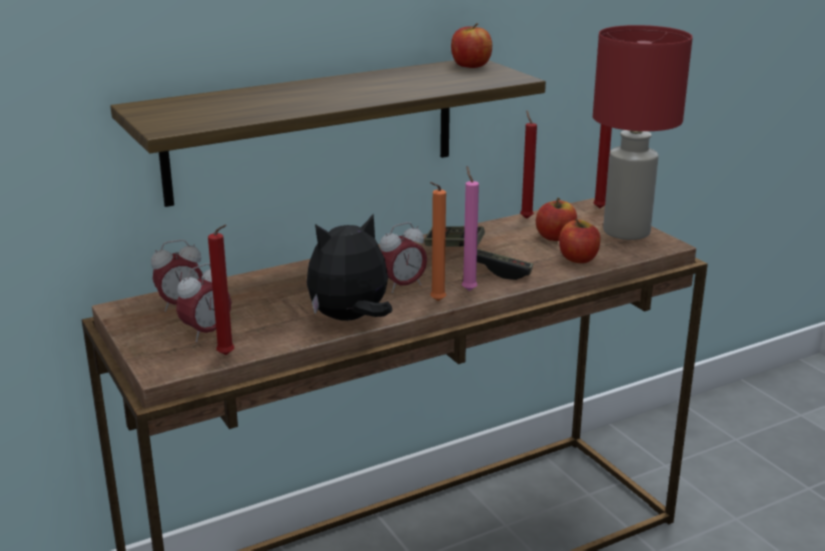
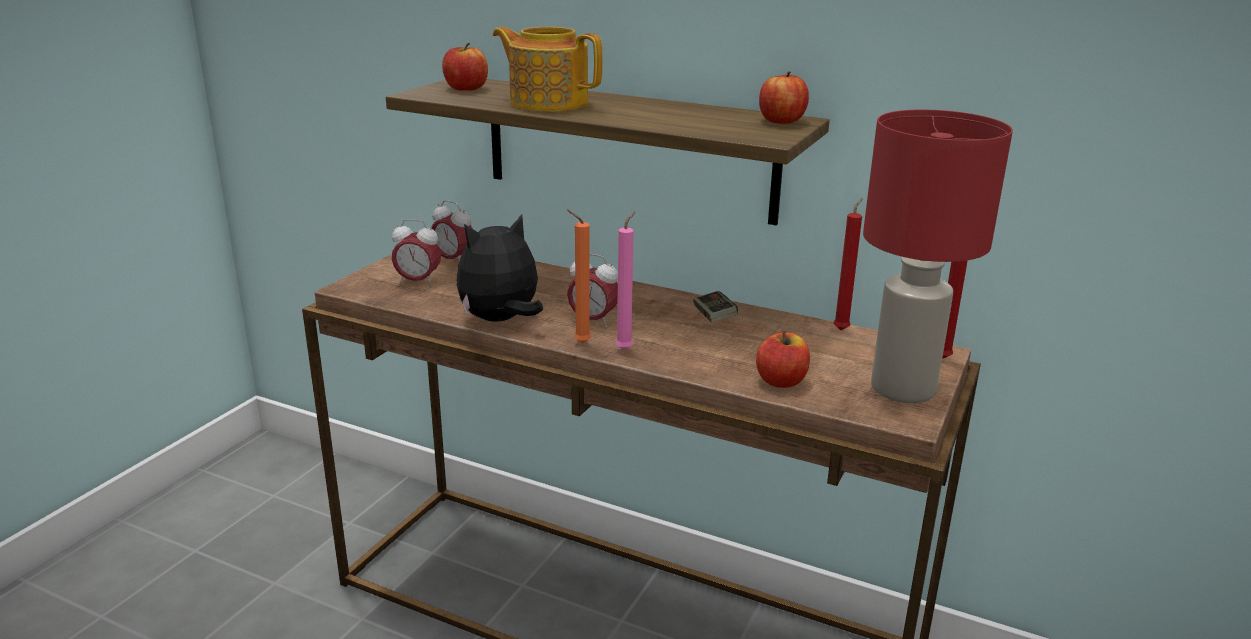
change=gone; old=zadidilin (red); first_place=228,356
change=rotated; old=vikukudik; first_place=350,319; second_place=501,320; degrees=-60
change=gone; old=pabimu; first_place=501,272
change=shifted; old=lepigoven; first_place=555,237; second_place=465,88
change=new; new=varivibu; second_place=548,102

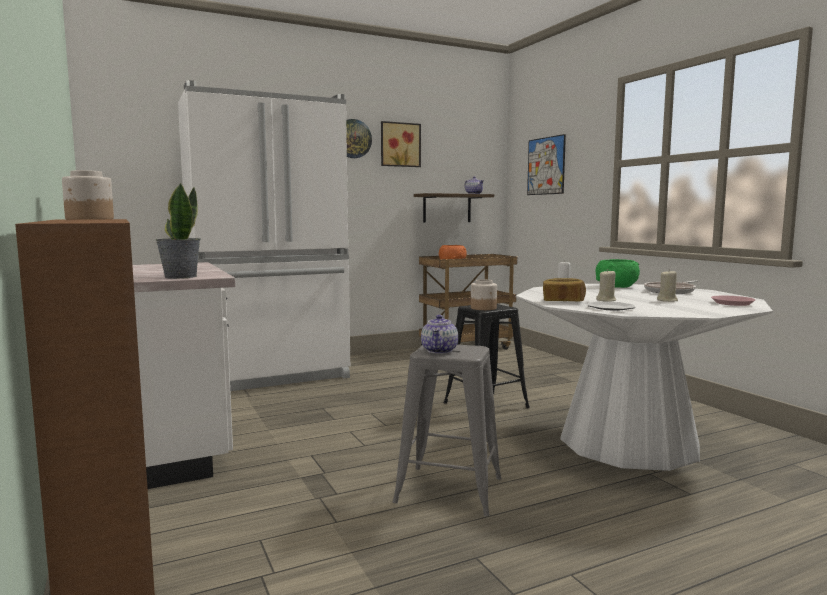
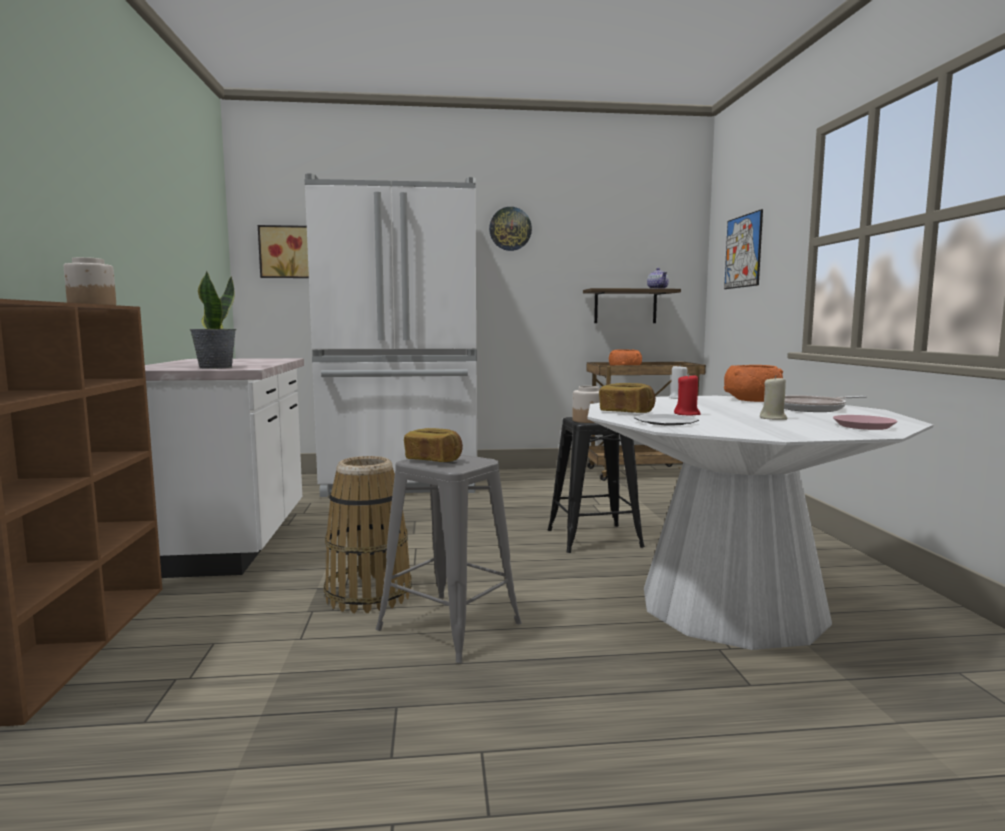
change=shifted; old=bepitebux; first_place=399,145; second_place=286,252
change=swapped; old=varivibu; new=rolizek; first_place=440,350; second_place=433,460
change=repainted; old=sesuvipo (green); new=sesuvipo (orange); first_place=616,286; second_place=752,400
change=repainted; old=zadidilin (beige); new=zadidilin (red); first_place=606,300; second_place=687,414
change=new; new=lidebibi; second_place=368,594

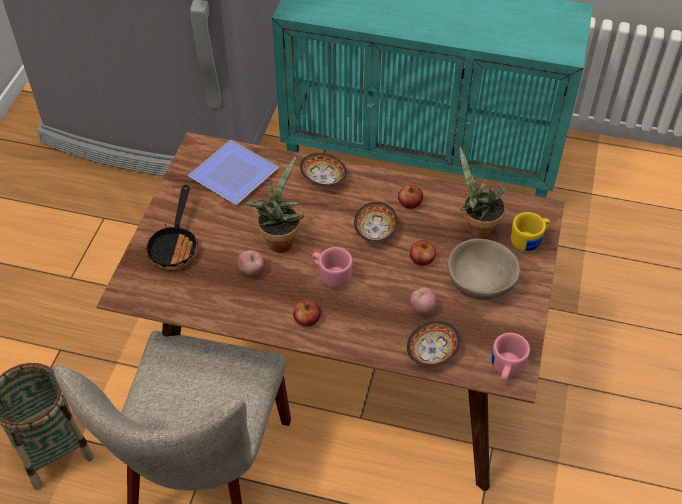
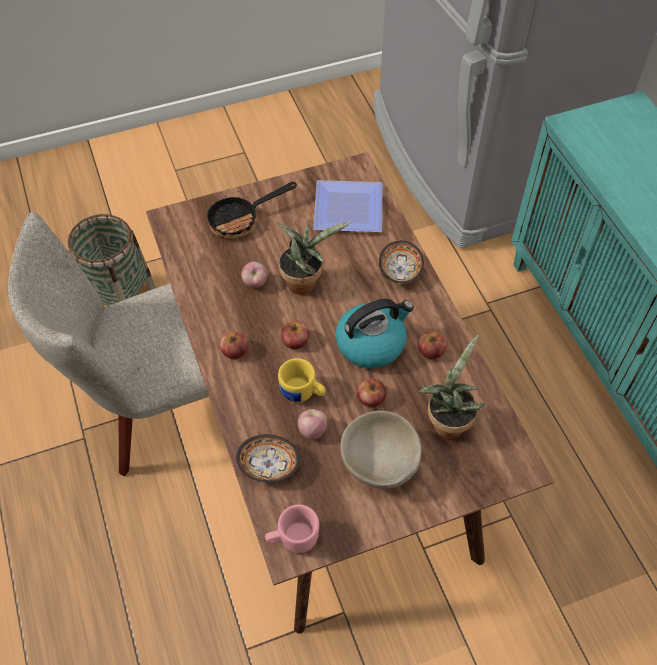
change=swapped; old=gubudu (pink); new=lepigoven; first_place=331,275; second_place=295,340
change=swapped; old=sesuvipo; new=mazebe; first_place=374,232; second_place=371,343
change=shifted; old=gubudu (yellow); first_place=529,241; second_place=302,393

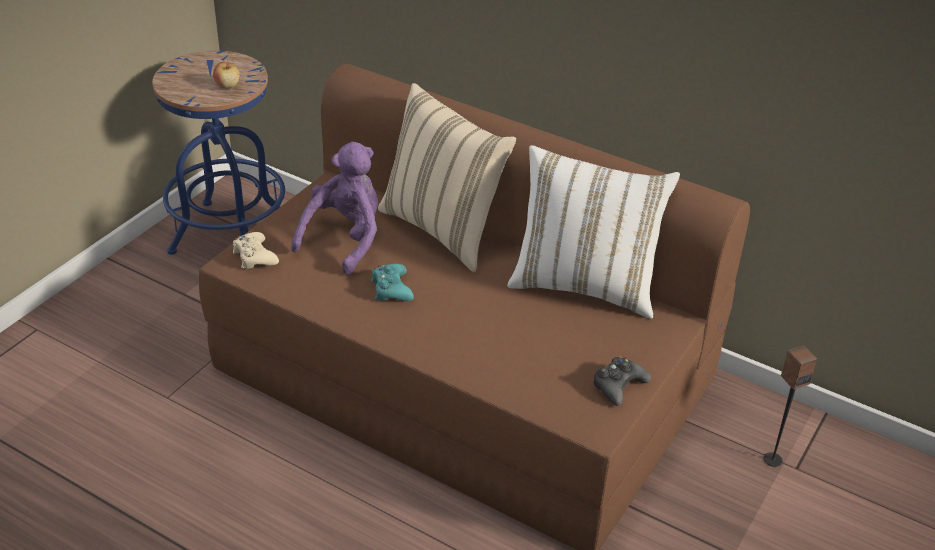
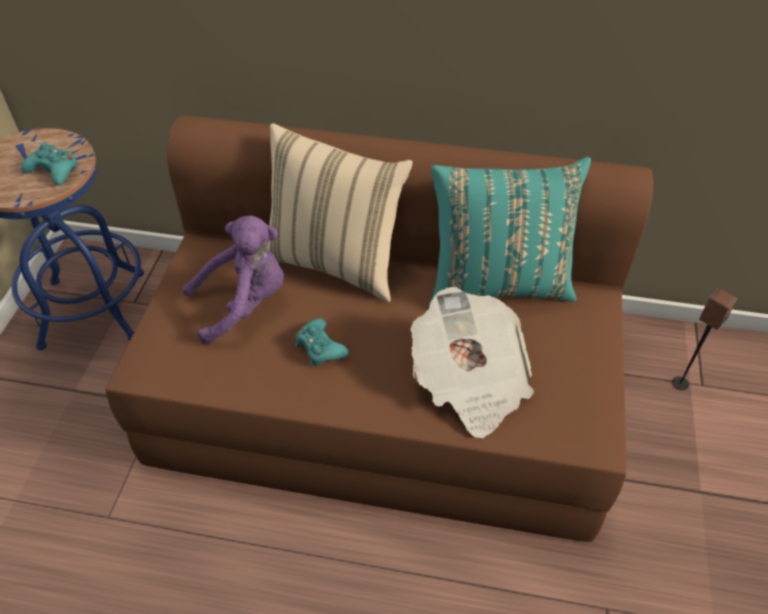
change=swapped; old=lepigoven; new=pabimu (turquoise); first_place=228,85; second_place=54,170
change=gone; old=pabimu (beige); first_place=254,257
change=rotated; old=vikukudik (purple); first_place=345,239; second_place=244,304; degrees=60
change=repainted; old=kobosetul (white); new=kobosetul (turquoise); first_place=585,286; second_place=497,284
change=gone; old=pabimu (black); first_place=618,385
change=new; new=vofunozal; second_place=469,382

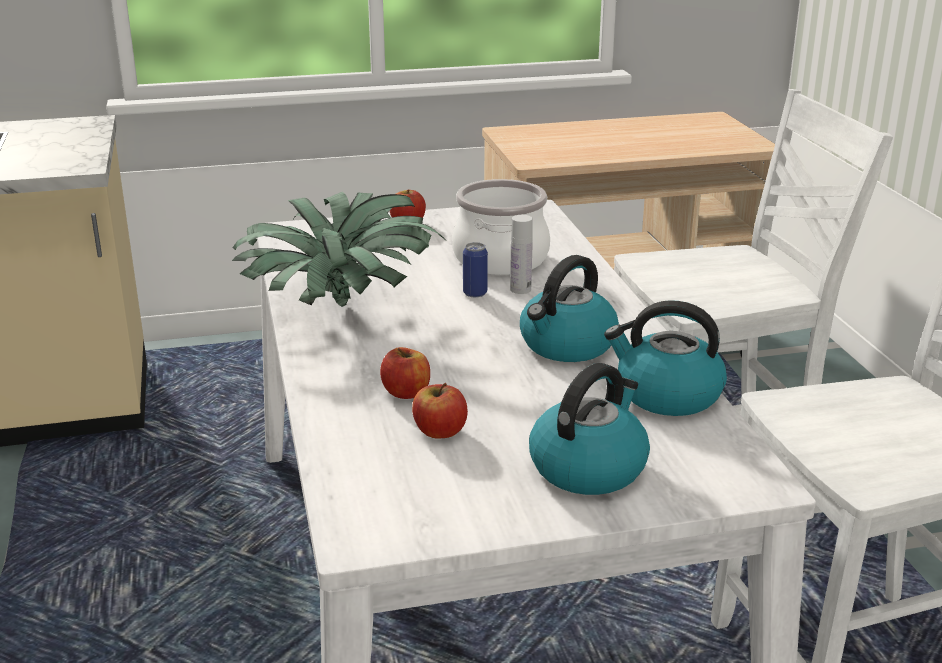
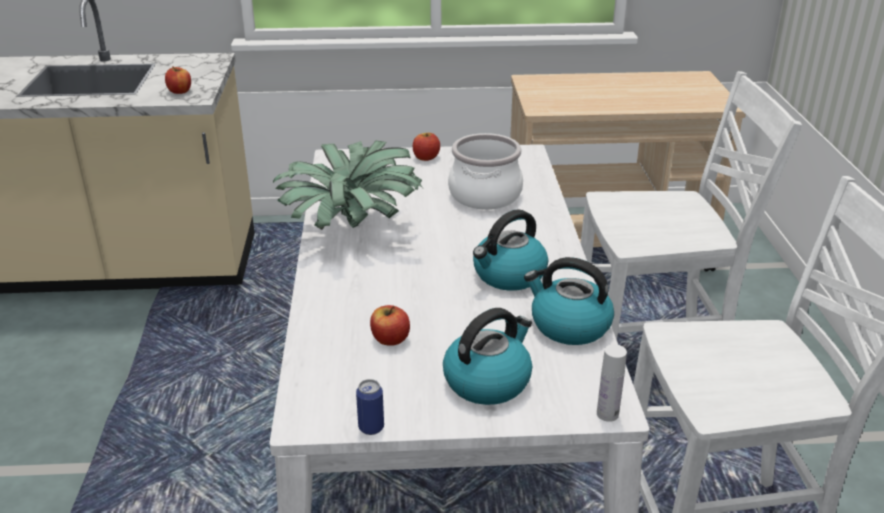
change=shifted; old=lepigoven; first_place=406,393; second_place=180,91
change=shifted; old=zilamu; first_place=475,293; second_place=371,427
change=shifted; old=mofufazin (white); first_place=520,289; second_place=607,414

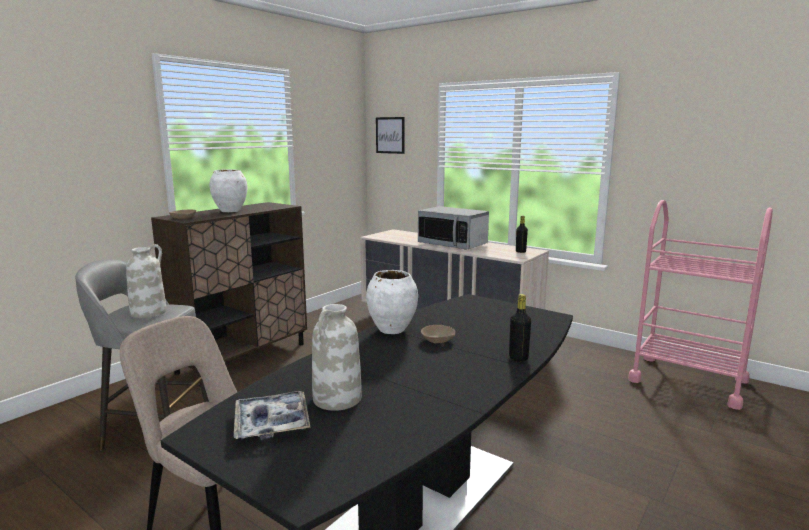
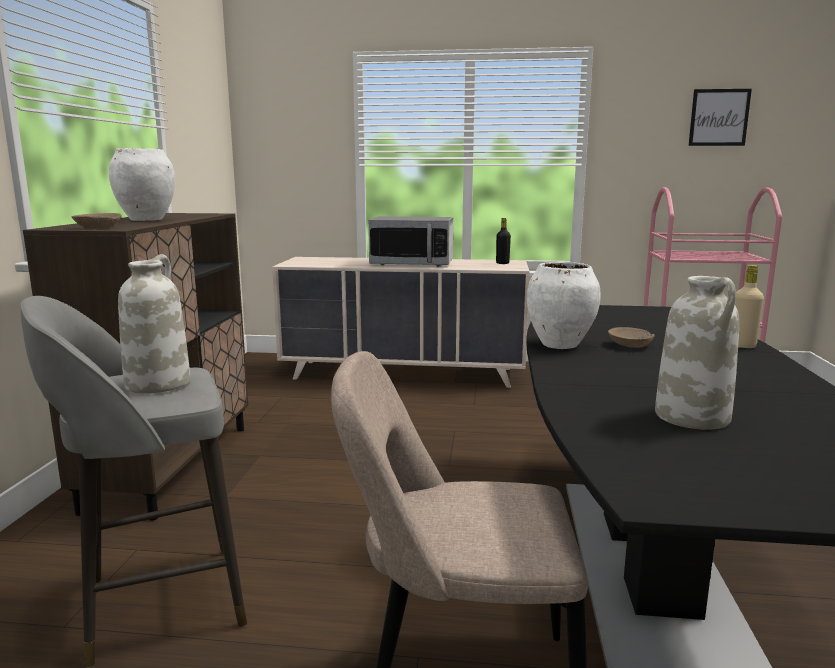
change=gone; old=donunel; first_place=272,423
change=shifted; old=bepitebux; first_place=390,135; second_place=719,117
change=repainted; old=mofufazin (black); new=mofufazin (beige); first_place=518,358; second_place=742,346

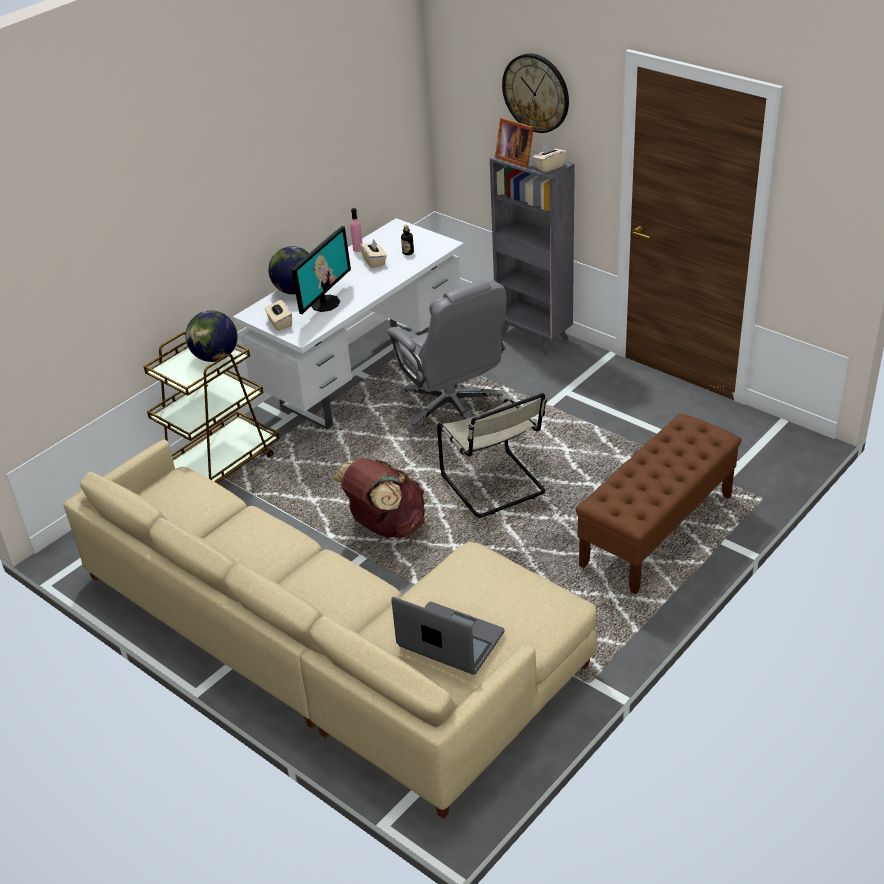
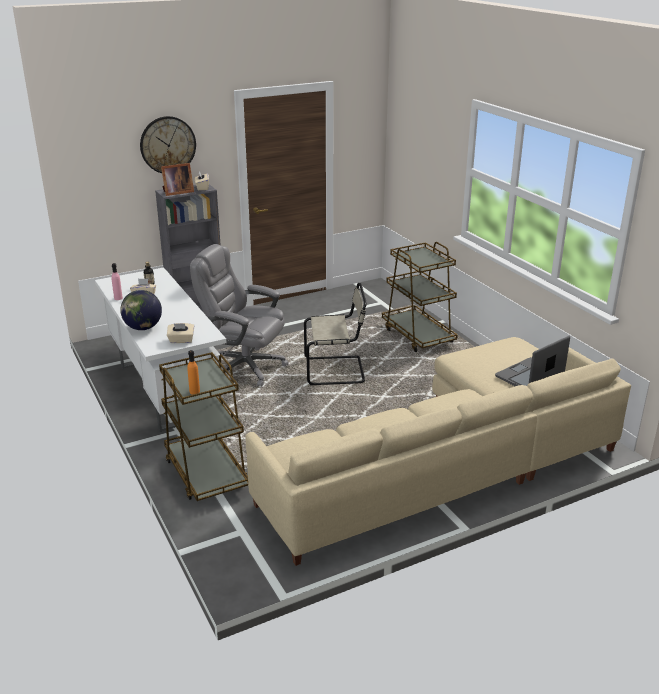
change=gone; old=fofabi; first_place=215,357
change=gone; old=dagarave; first_place=324,303
change=gone; old=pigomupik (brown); first_place=385,526
change=rotated; old=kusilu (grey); first_place=452,410; second_place=244,367; degrees=-150
change=swapped; old=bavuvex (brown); new=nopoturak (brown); first_place=656,531; second_place=418,336
change=new; new=mofufazin (orange); second_place=194,392

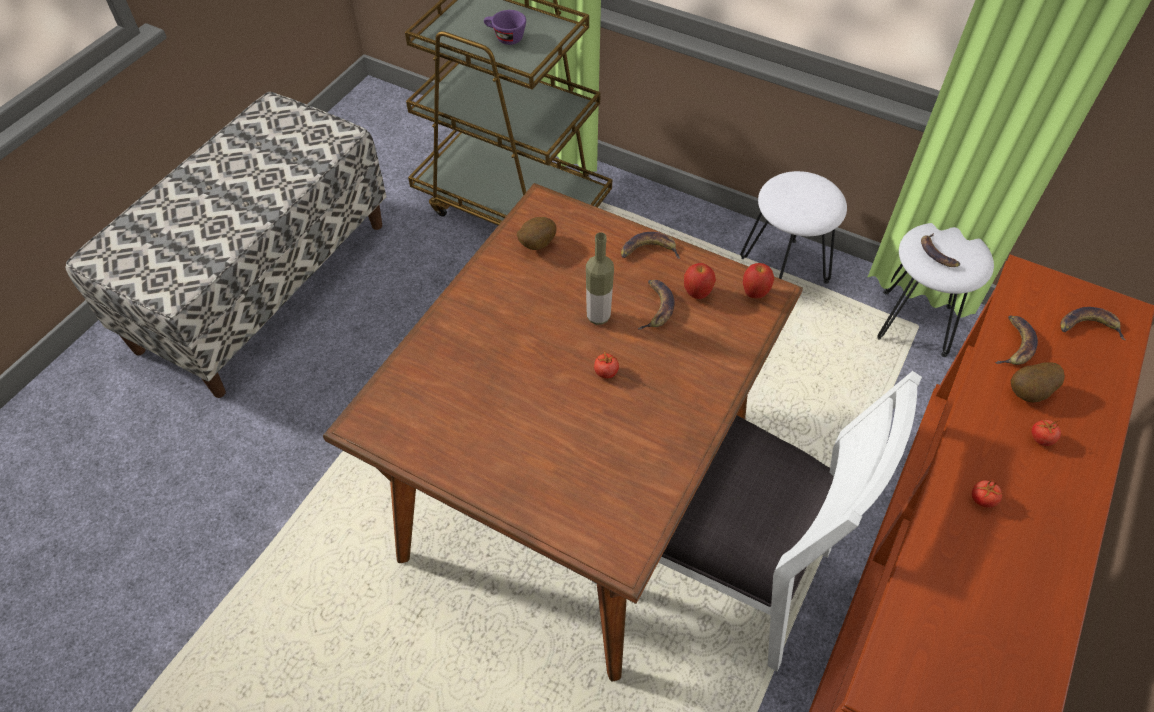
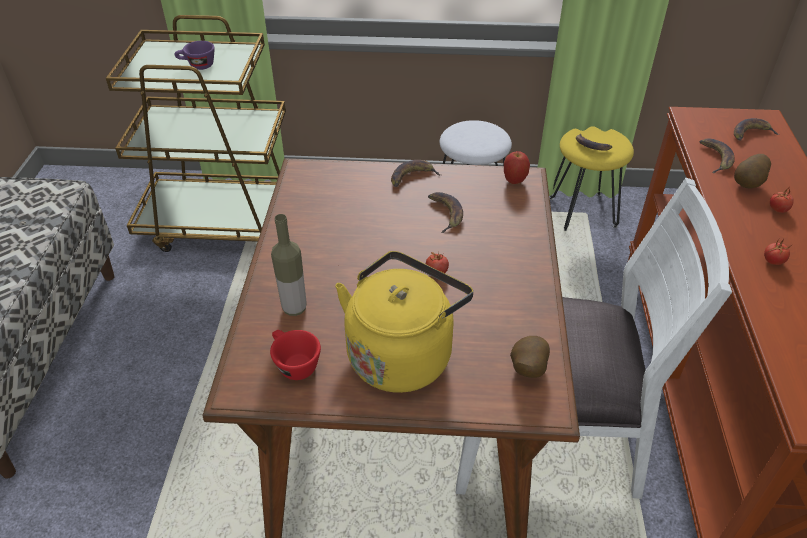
change=shifted; old=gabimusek; first_place=536,244; second_place=526,370
change=shifted; old=mofufazin; first_place=598,316; second_place=294,308
change=gone; old=lepigoven; first_place=697,294
change=repainted; old=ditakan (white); new=ditakan (yellow); first_place=915,322; second_place=583,212
change=new; new=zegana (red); second_place=293,364
change=new; new=mazebe (yellow); second_place=402,353

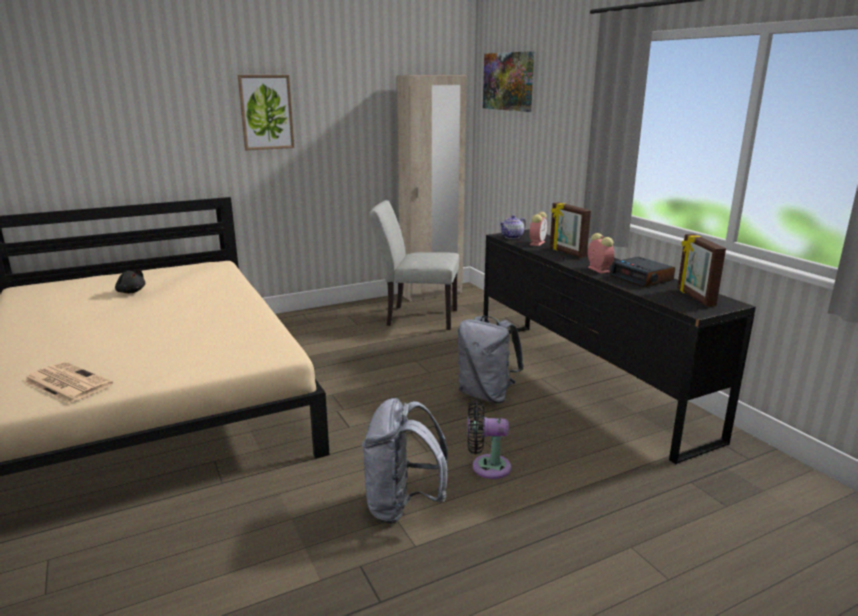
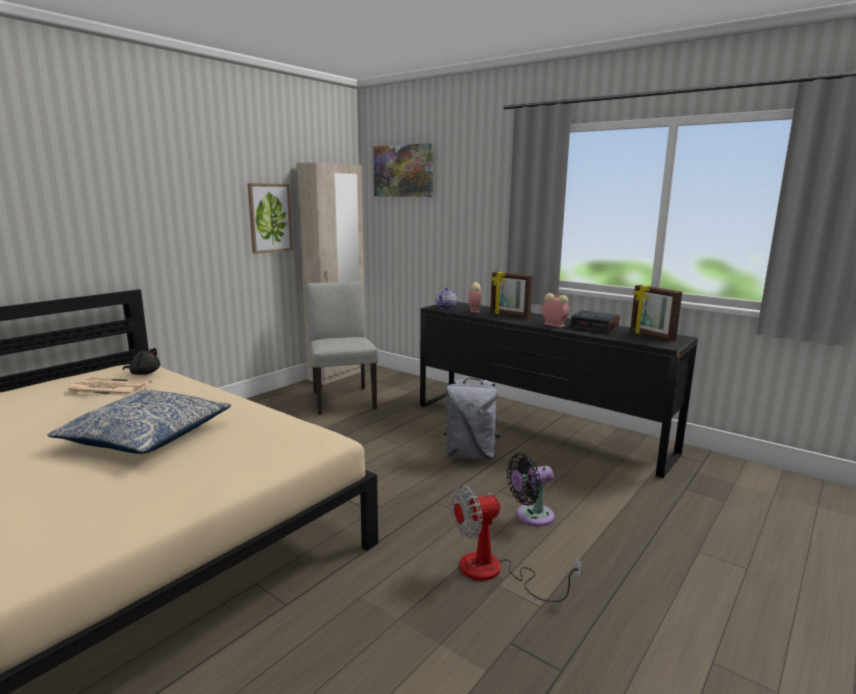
change=shifted; old=vofunozal; first_place=66,383; second_place=108,388
change=shifted; old=vikukudik (black); first_place=131,292; second_place=144,373
change=shifted; old=bepitebux; first_place=266,112; second_place=269,218
change=swapped; old=pigomupik (grey); new=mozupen; first_place=403,506; second_place=494,572
change=rotated; old=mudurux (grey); first_place=416,317; second_place=342,398; degrees=90
change=new; new=kobosetul; second_place=146,437

